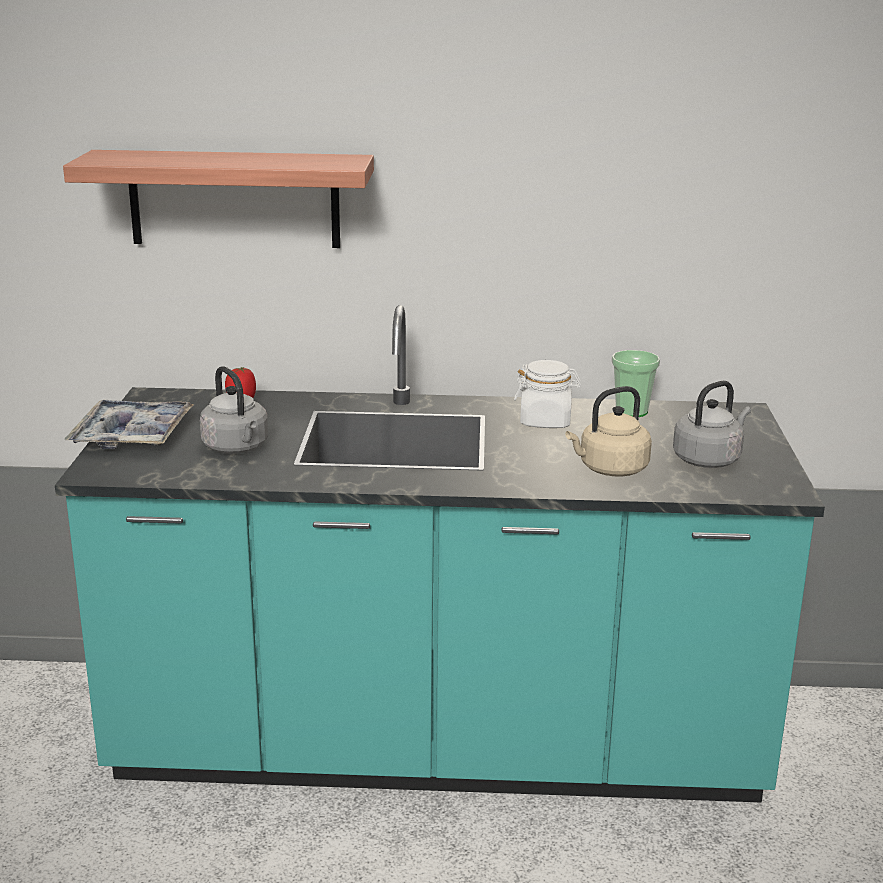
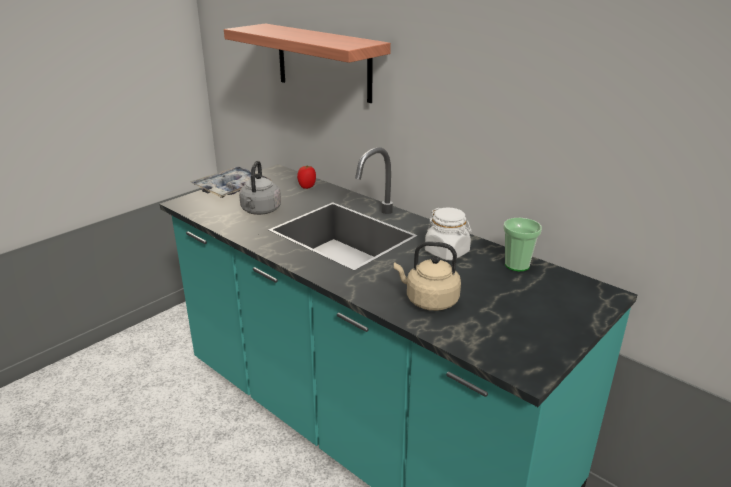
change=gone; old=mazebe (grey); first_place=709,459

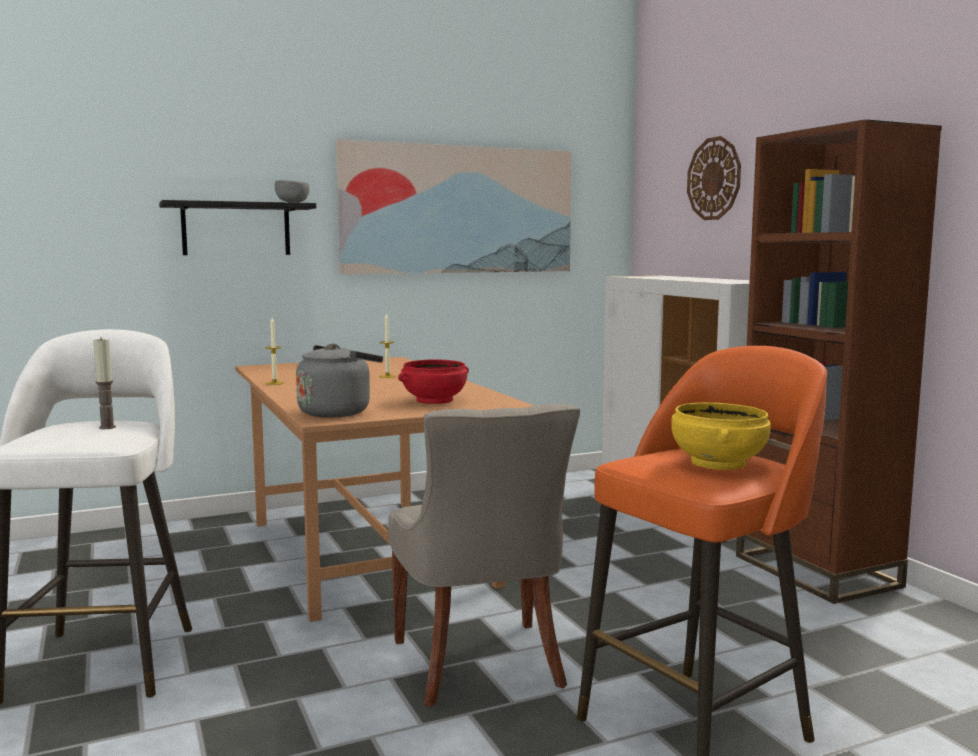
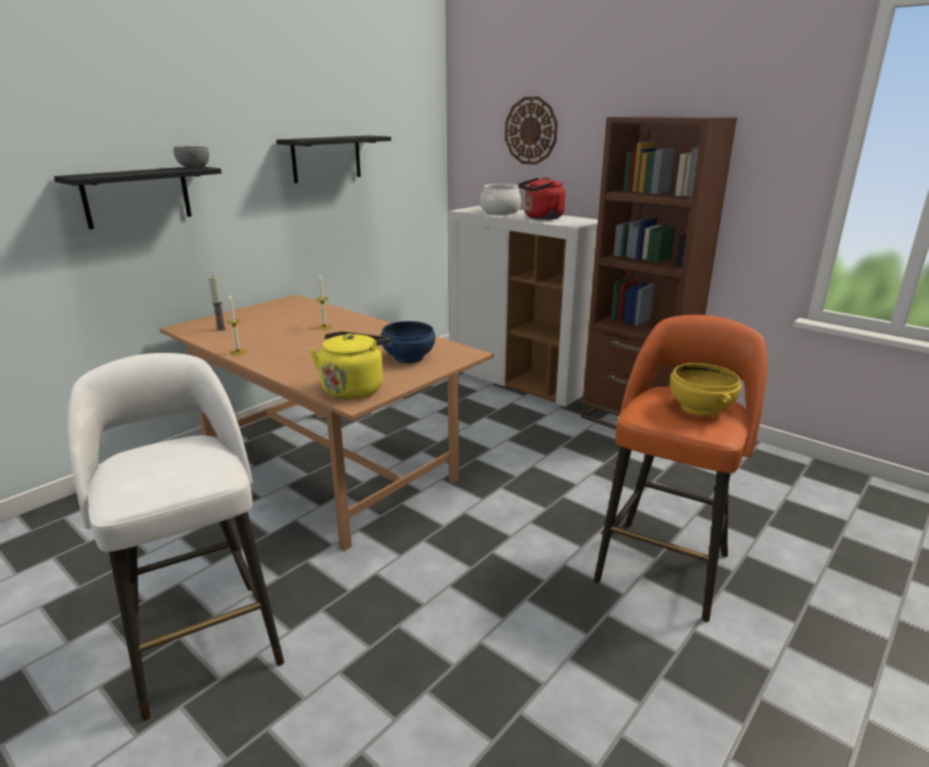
change=shifted; old=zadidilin; first_place=107,427; second_place=221,329
change=repainted; old=mazebe (grey); new=mazebe (yellow); first_place=338,412; second_place=354,388
change=swapped; old=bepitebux; new=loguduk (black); first_place=459,210; second_place=326,158
change=gone; old=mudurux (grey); first_place=480,664
change=repainted; old=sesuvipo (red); new=sesuvipo (blue); first_place=434,400; second_place=408,357
change=new; new=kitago; second_place=500,211
change=new; new=mazebe (red); second_place=541,218

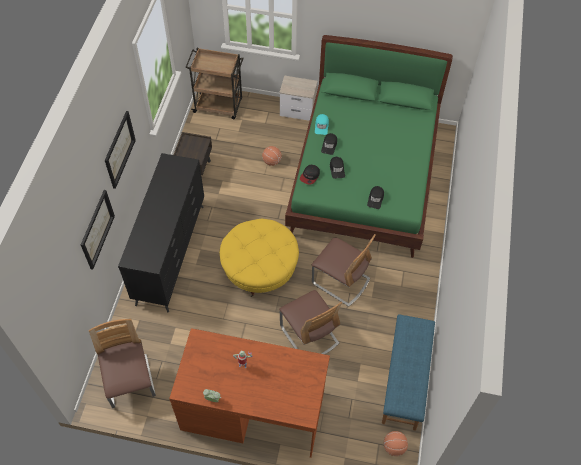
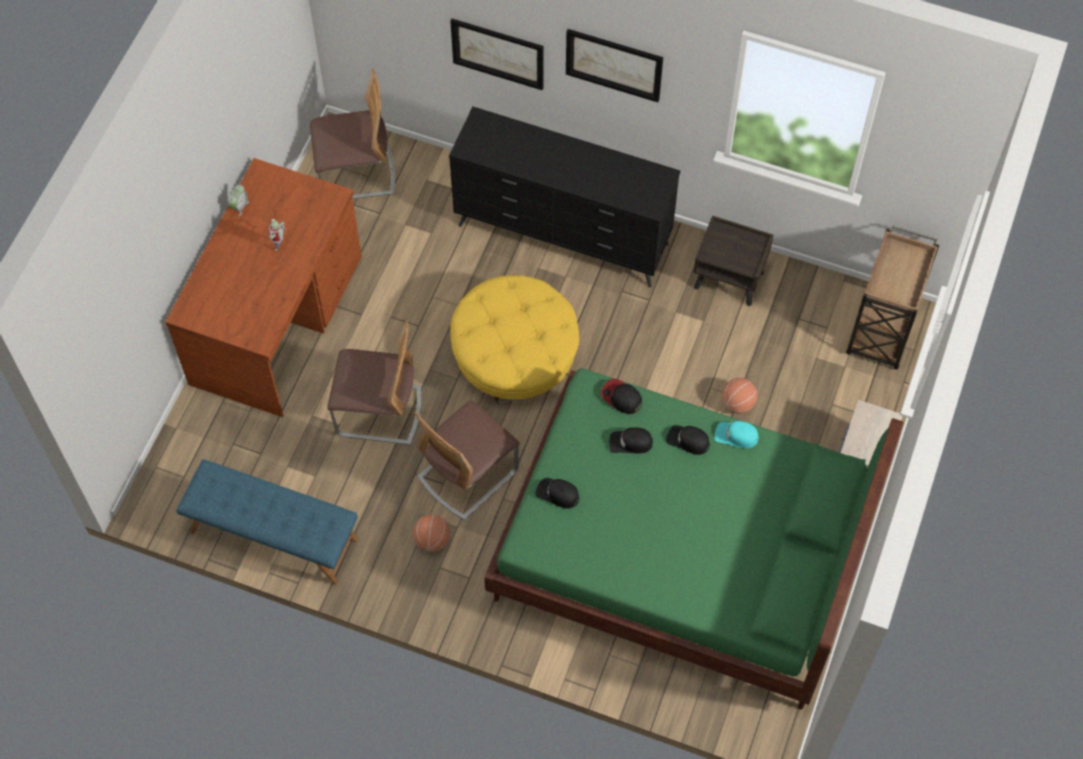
change=rotated; old=mudurux; first_place=309,335; second_place=379,411; degrees=-150
change=shifted; old=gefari; first_place=394,447; second_place=432,540

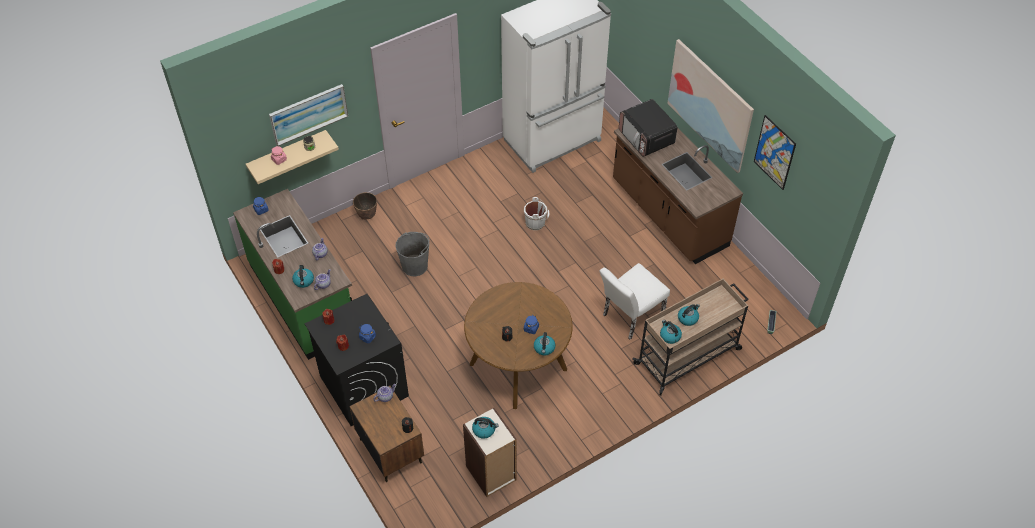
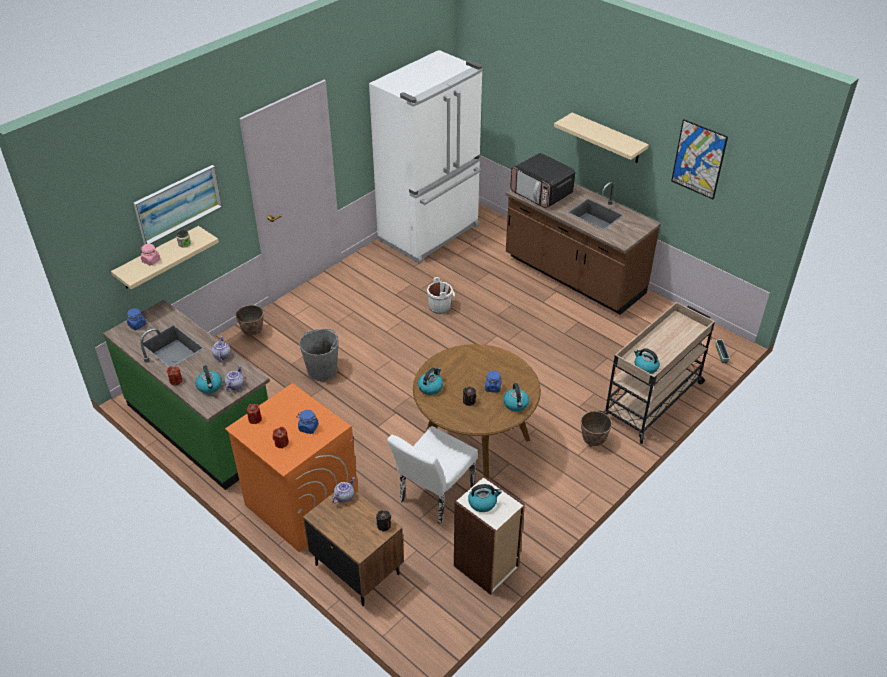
change=repainted; old=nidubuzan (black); new=nidubuzan (orange); first_place=363,386; second_place=301,504
change=shifted; old=mudurux (white); first_place=629,317; second_place=433,497
change=swapped; old=bepitebux; new=loguduk (beige); first_place=710,105; second_place=608,138
change=shifted; old=mazebe; first_place=688,318; second_place=430,387
change=new; new=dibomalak; second_place=593,441

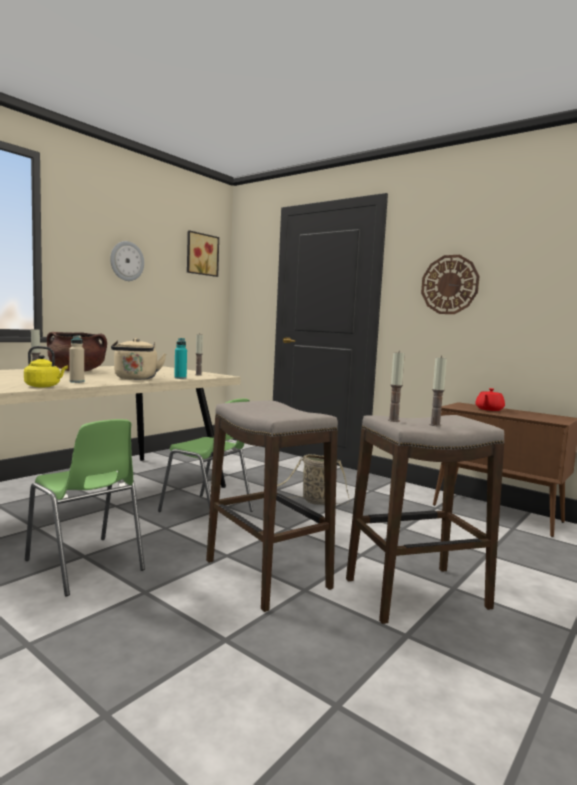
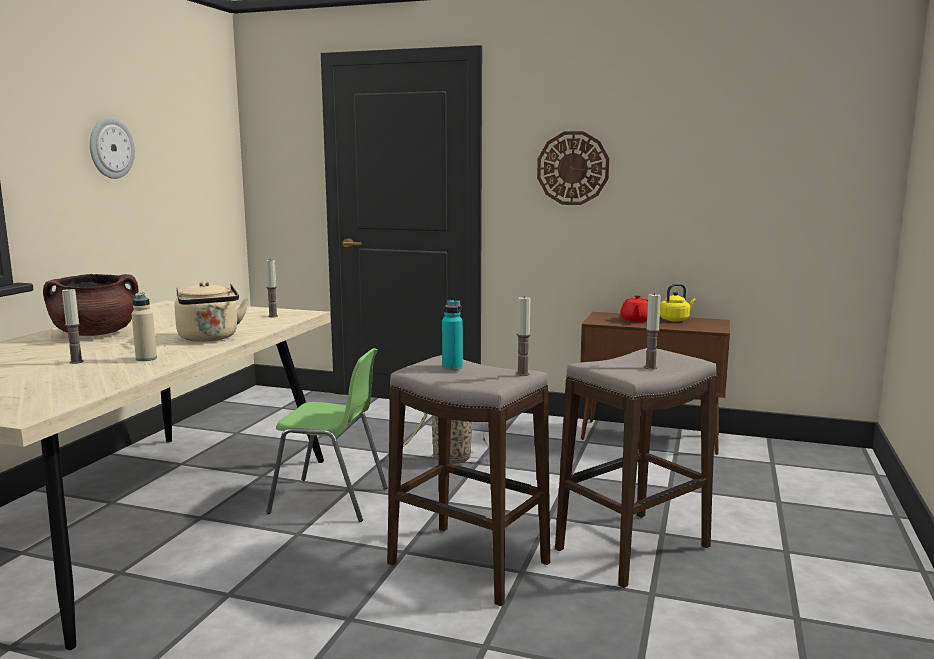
change=shifted; old=mazebe (yellow); first_place=44,386; second_place=675,320
change=gone; old=mudurux (green); first_place=85,565
change=shifted; old=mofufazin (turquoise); first_place=180,378; second_place=452,367
change=gone; old=bepitebux; first_place=201,254
change=shifted; old=zadidilin; first_place=393,420; second_place=522,374

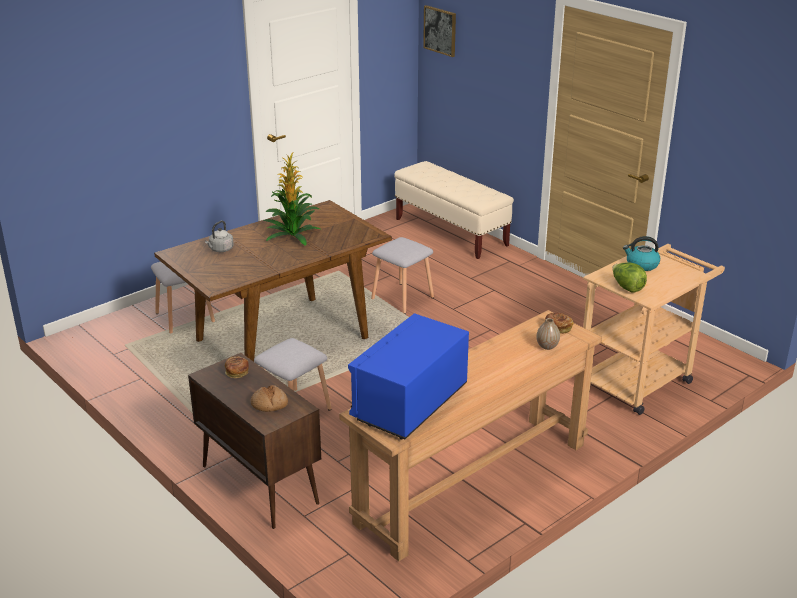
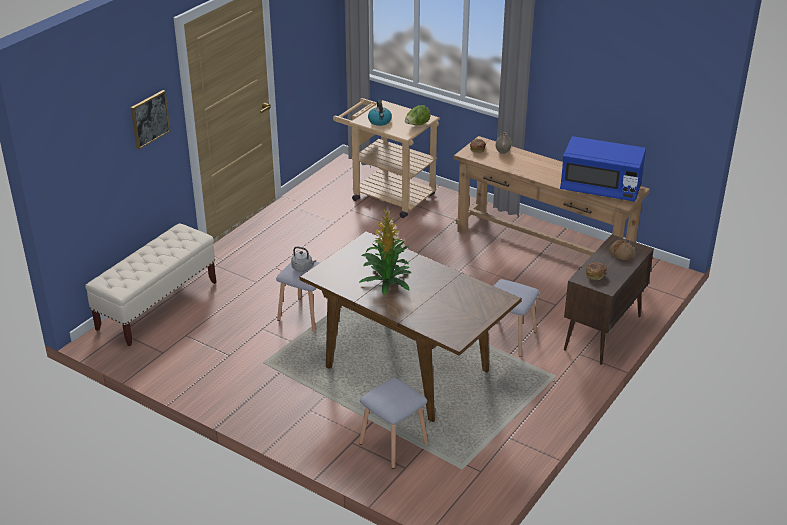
change=shifted; old=mazebe (grey); first_place=220,250; second_place=303,268
change=shifted; old=bepitebux; first_place=440,30; second_place=149,119

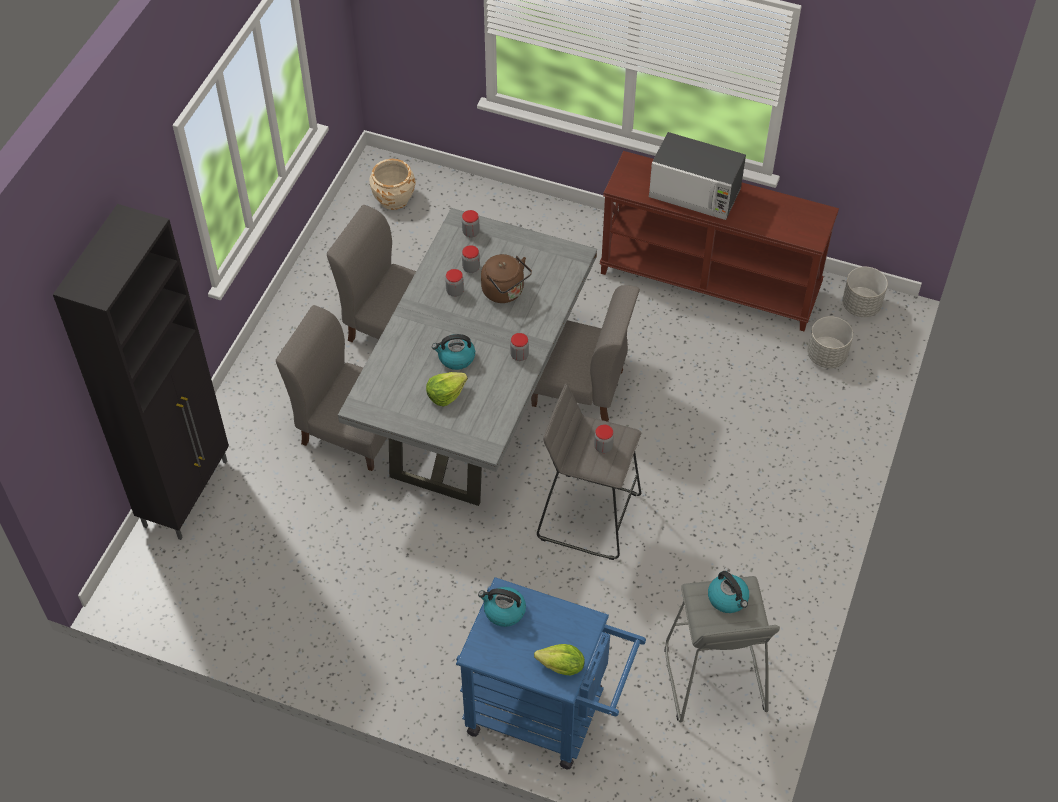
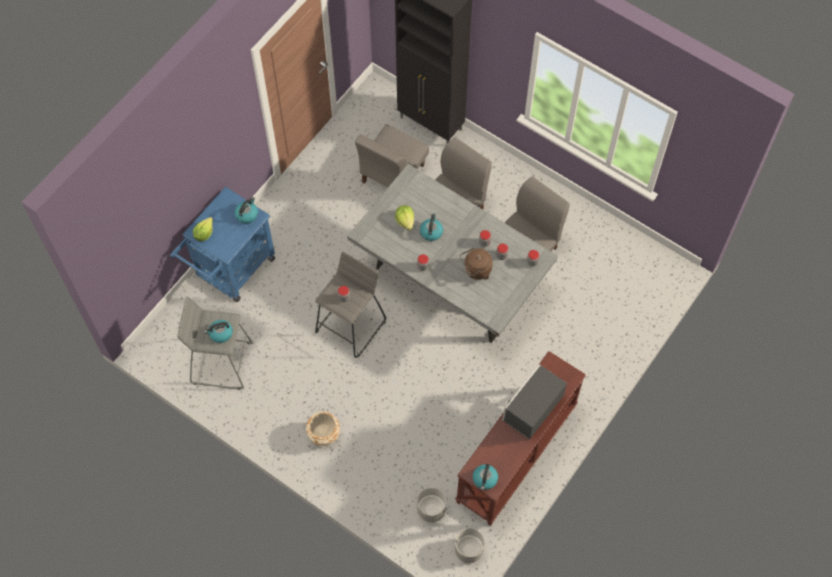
change=shifted; old=dibomalak (beige); first_place=394,199; second_place=323,435
change=shifted; old=mudurux (grey); first_place=578,388; second_place=392,173
change=new; new=mazebe; second_place=485,479

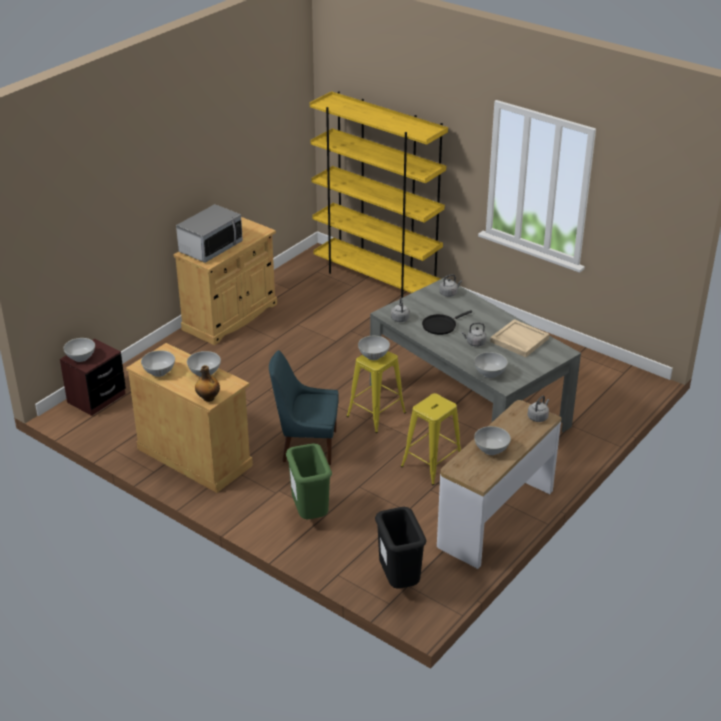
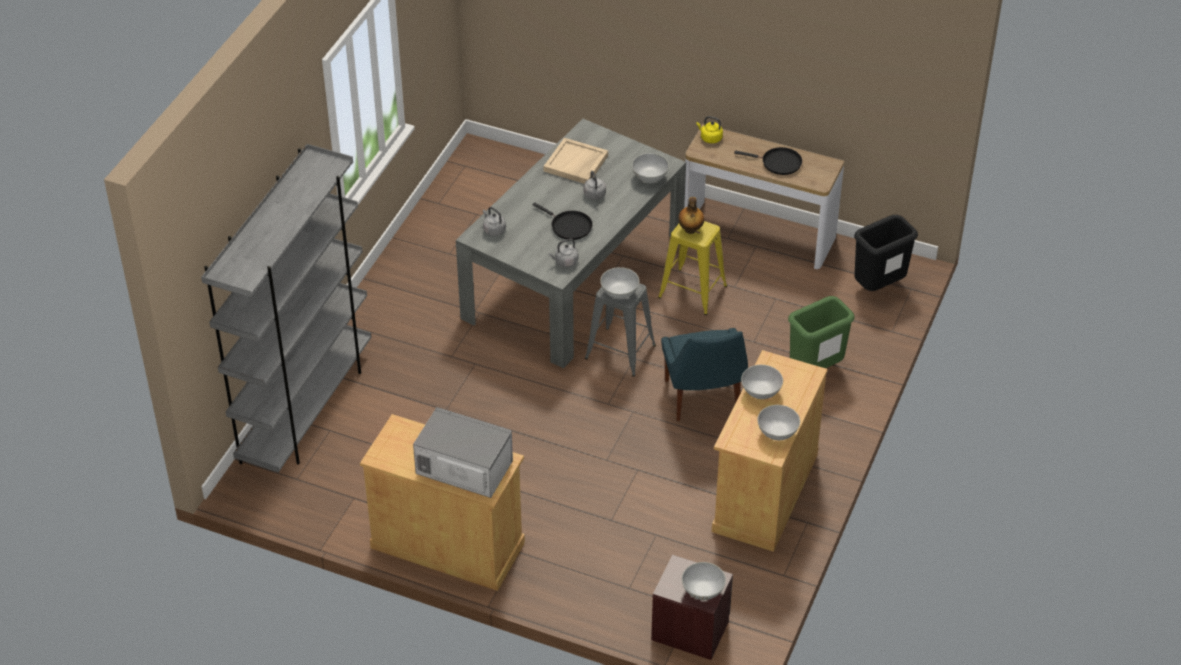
change=shifted; old=mofufazin; first_place=208,398; second_place=690,230
change=repainted; old=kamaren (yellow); new=kamaren (grey); first_place=376,280; second_place=306,409
change=repainted; old=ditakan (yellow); new=ditakan (grey); first_place=376,414; second_place=620,352
change=swapped; old=sesuvipo (white); new=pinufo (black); first_place=491,450; second_place=778,163
change=repainted; old=mazebe (grey); new=mazebe (yellow); first_place=538,417; second_place=710,138

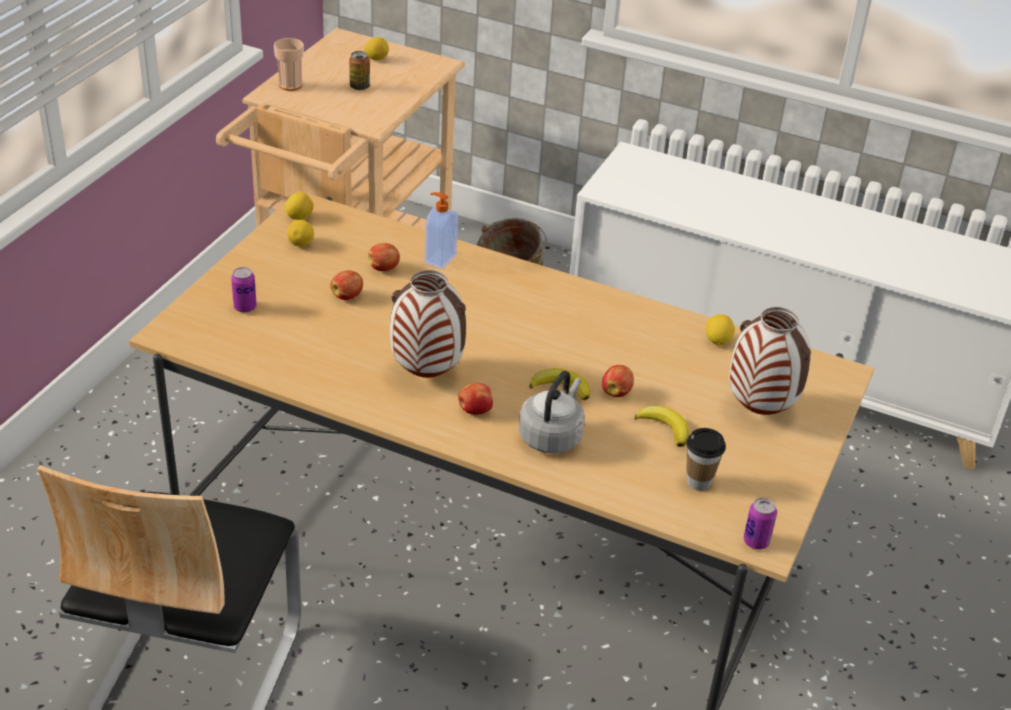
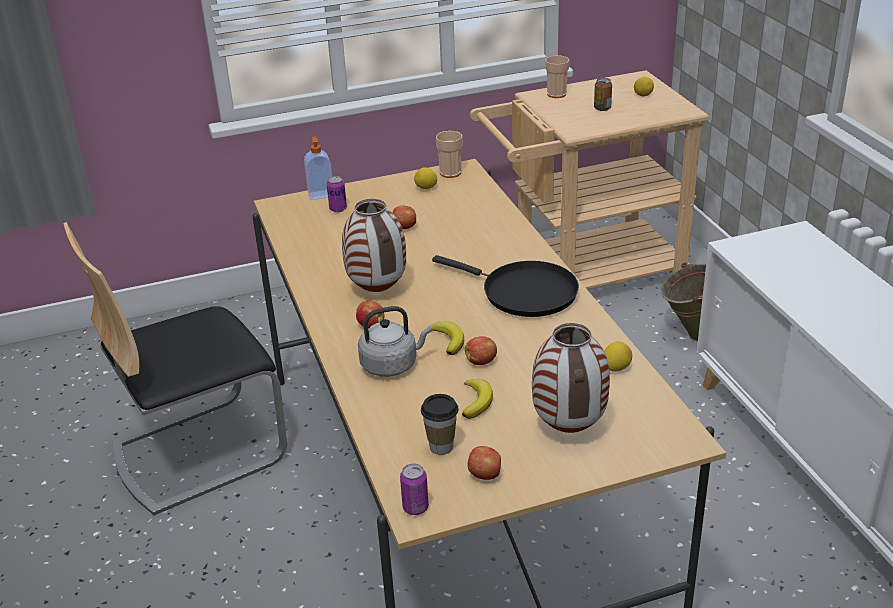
change=swapped; old=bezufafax; new=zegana; first_place=299,217; second_place=450,173
change=shifted; old=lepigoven; first_place=384,268; second_place=485,475
change=shifted; old=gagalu; first_place=439,259; second_place=321,194
change=new; new=pinufo (black); second_place=523,293

